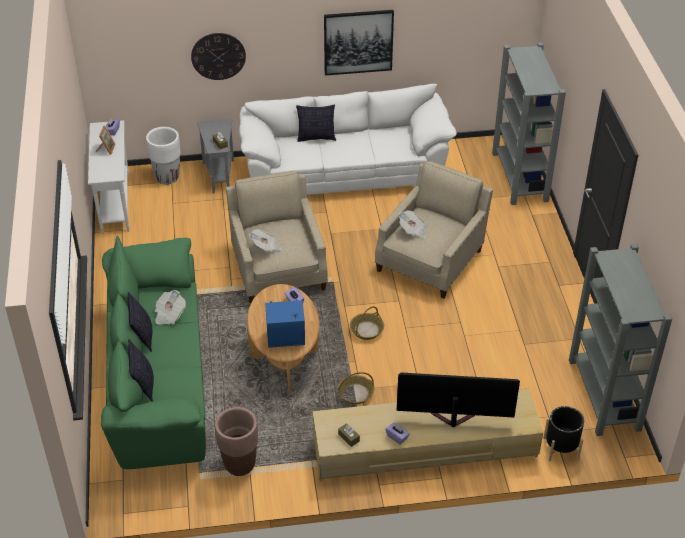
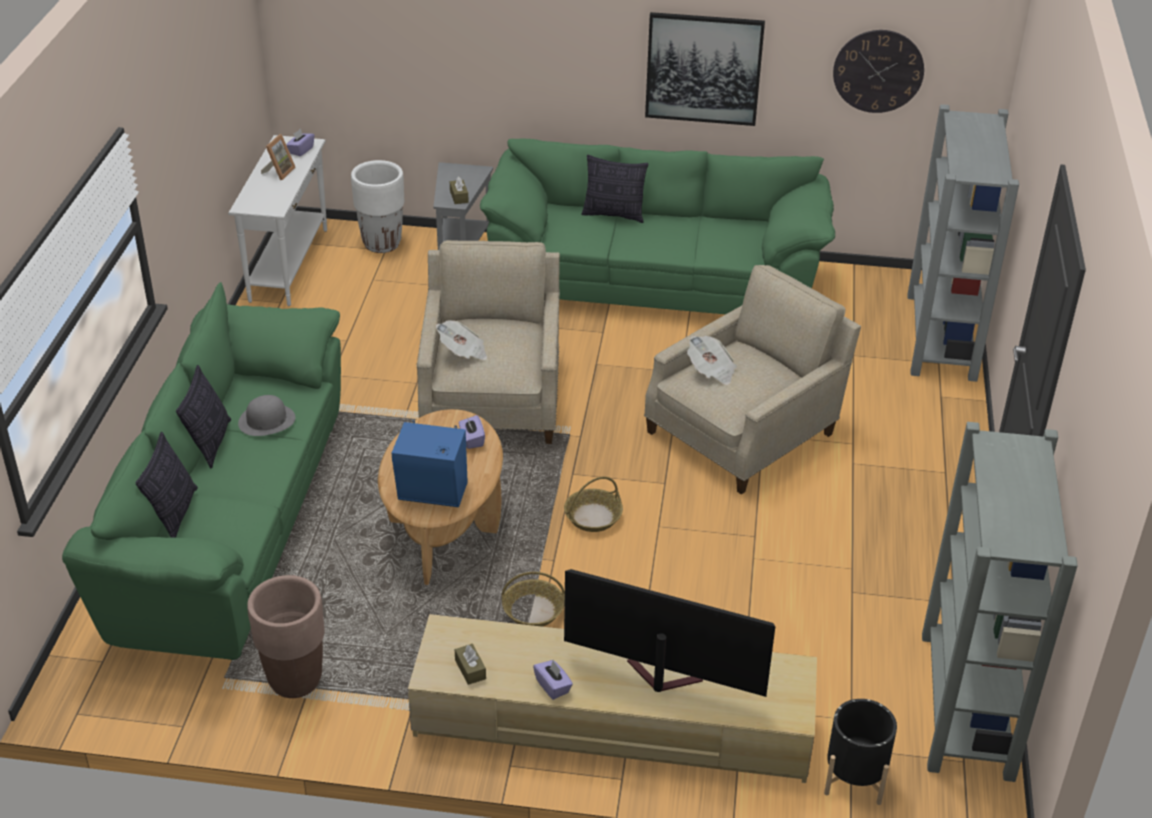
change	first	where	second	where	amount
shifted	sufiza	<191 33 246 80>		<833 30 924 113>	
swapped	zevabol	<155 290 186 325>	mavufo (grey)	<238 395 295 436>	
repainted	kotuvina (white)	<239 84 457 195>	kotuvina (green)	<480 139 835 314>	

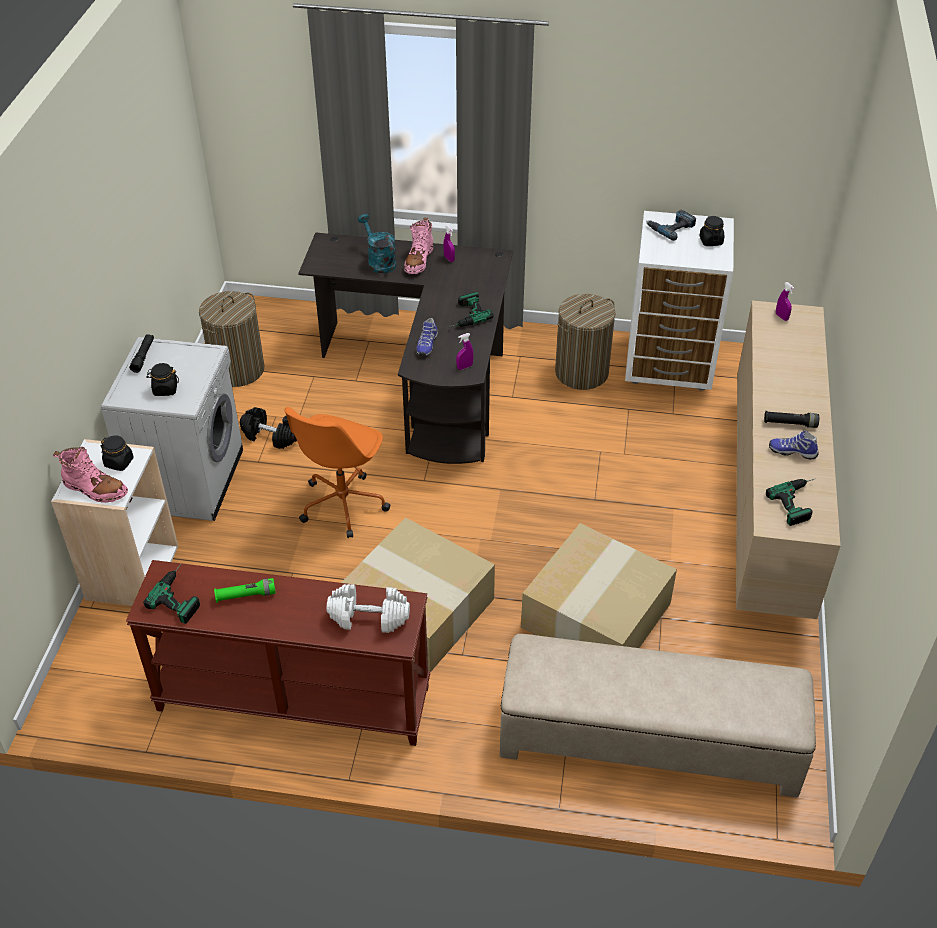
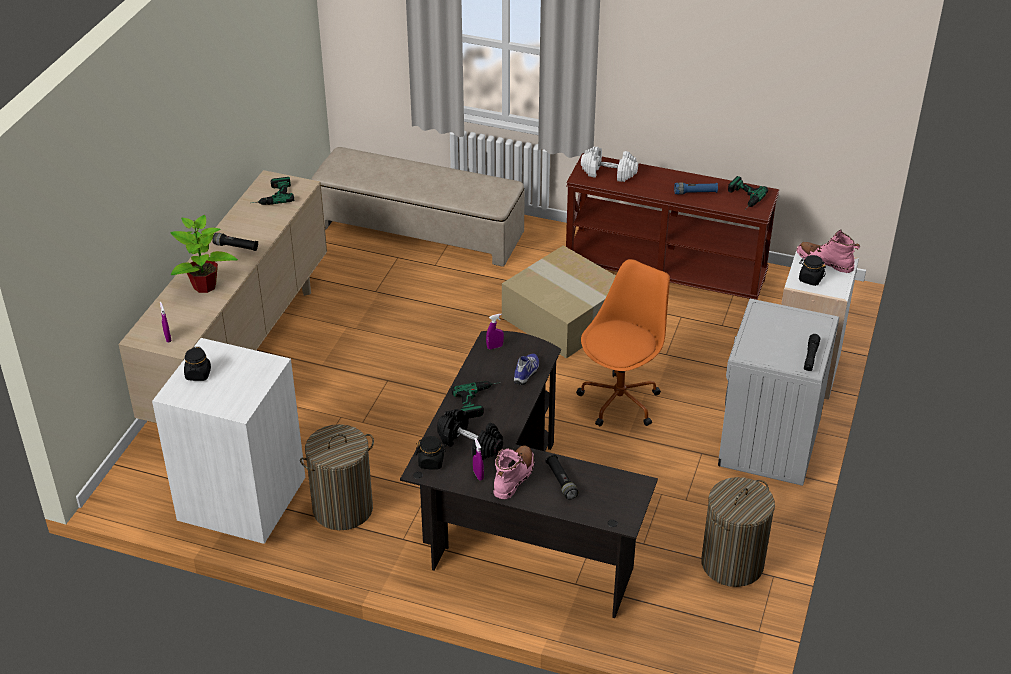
change	first	where	second	where	amount
gone	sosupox	<521 523 677 648>			
gone	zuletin	<646 210 696 241>			
gone	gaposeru	<769 431 819 459>			
new			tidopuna	<170 215 238 293>	
shifted	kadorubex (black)	<146 363 179 396>		<416 436 447 470>	
shifted	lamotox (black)	<240 407 297 449>		<437 409 503 460>	
swapped	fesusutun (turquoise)	<358 214 397 274>	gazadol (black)	<545 455 578 500>	
repainted	gazadol (green)	<214 578 276 603>	gazadol (blue)	<674 182 718 195>	

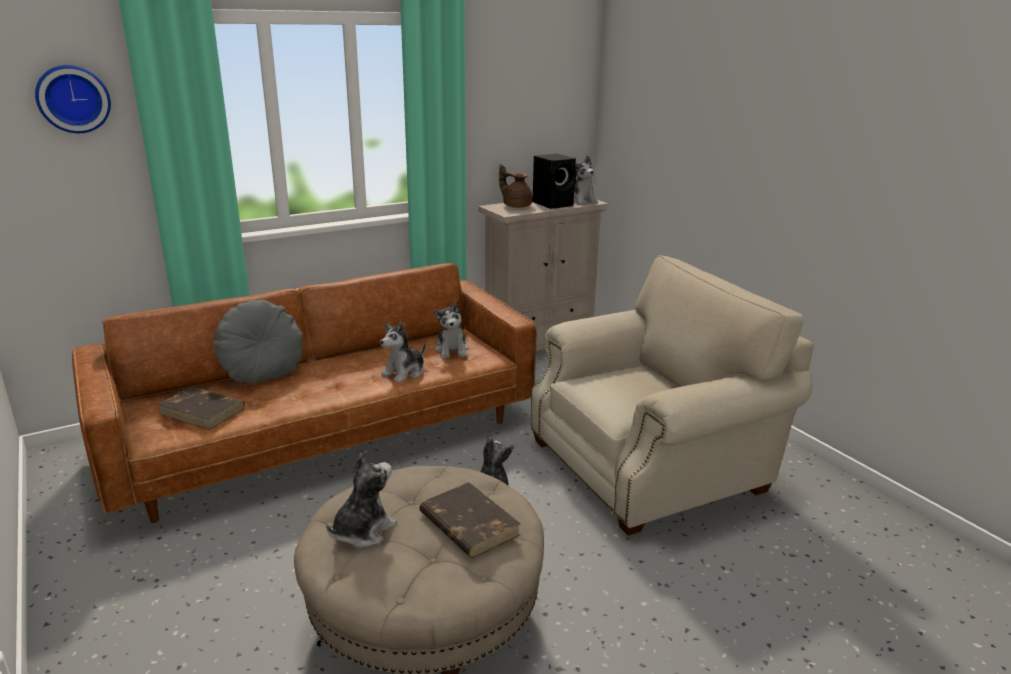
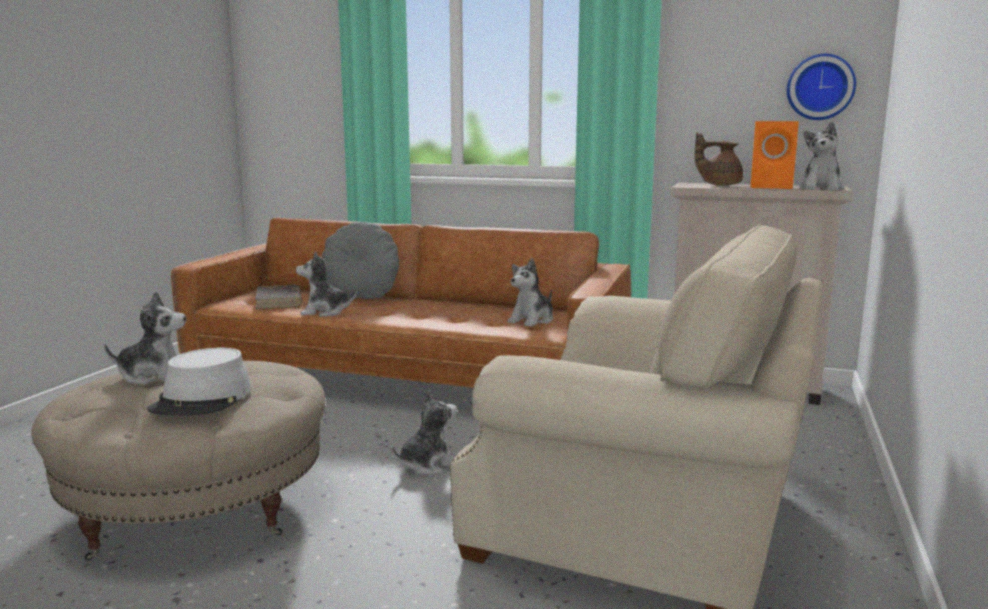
change	first	where	second	where	amount
shifted	sufiza	<35 65 111 133>		<787 54 856 120>	
shifted	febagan	<380 322 426 383>		<296 252 357 317>	
swapped	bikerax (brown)	<419 482 521 558>	mavufo (grey)	<147 347 251 416>	
repainted	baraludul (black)	<533 154 577 209>	baraludul (orange)	<750 121 799 189>	
rotated	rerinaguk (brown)	<499 164 533 208>		<695 132 743 185>	60 degrees counterclockwise

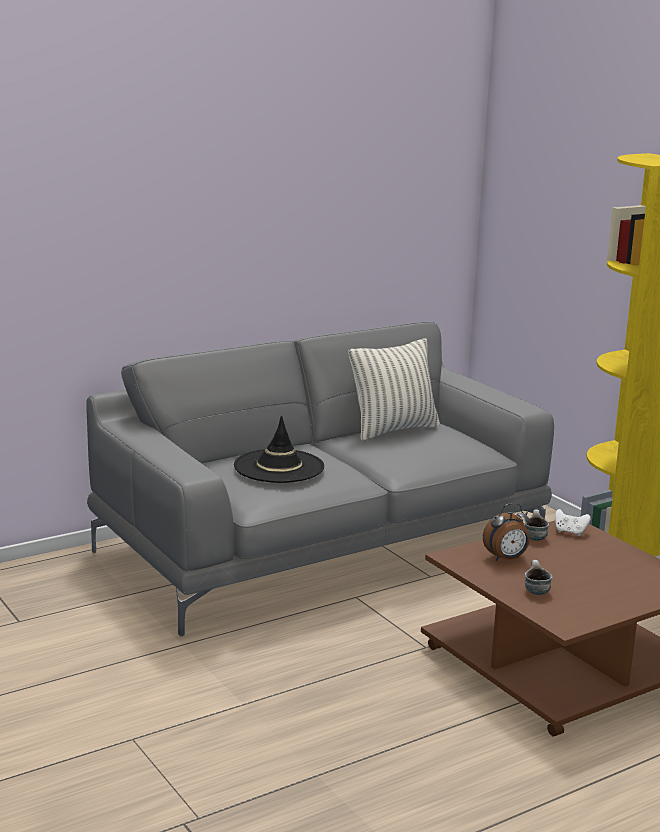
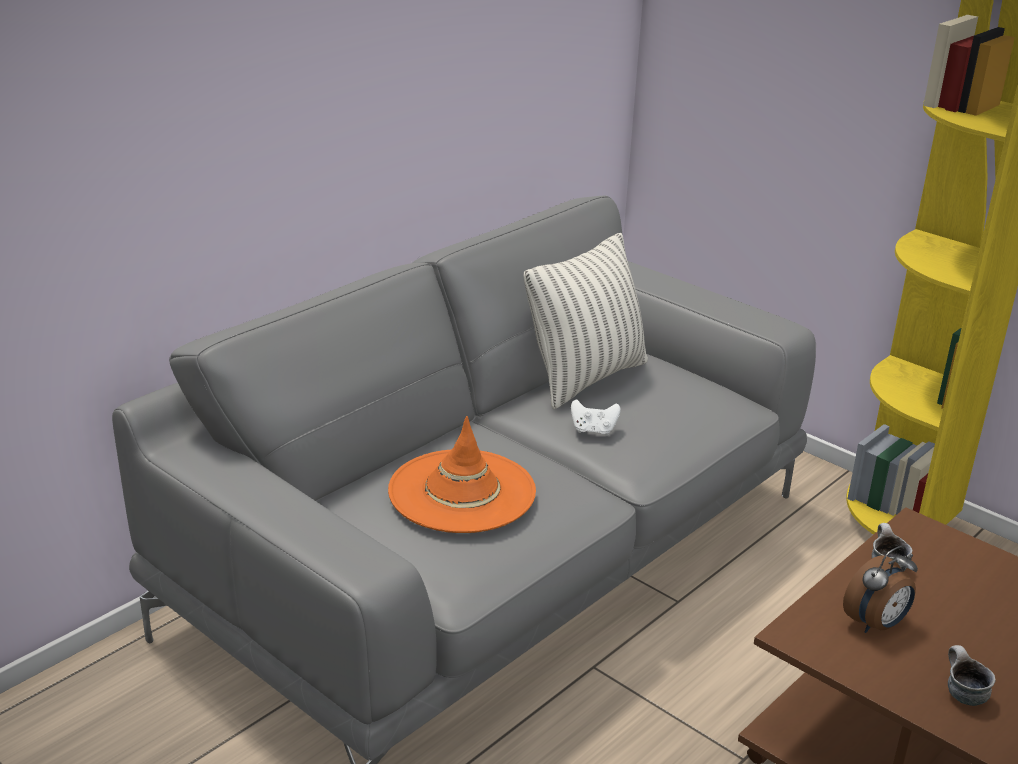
change	first	where	second	where	amount
shifted	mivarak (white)	<555 509 591 536>		<571 400 621 436>	
repainted	mavufo (black)	<234 416 324 483>	mavufo (orange)	<388 416 536 533>	

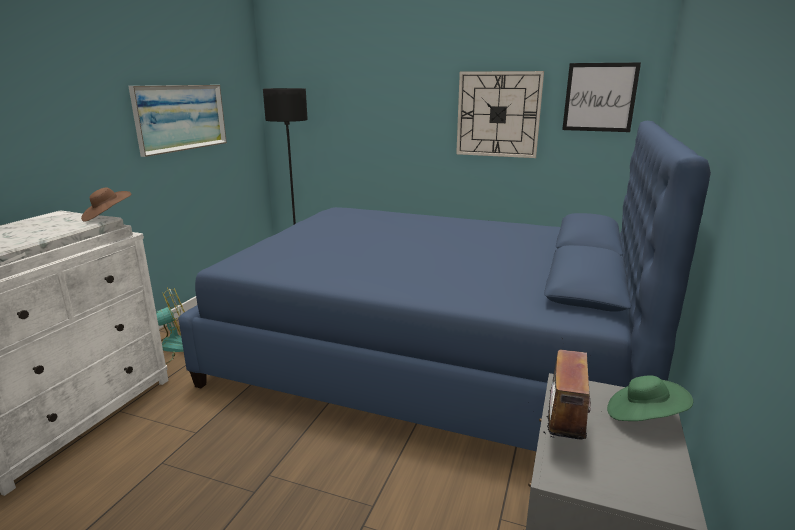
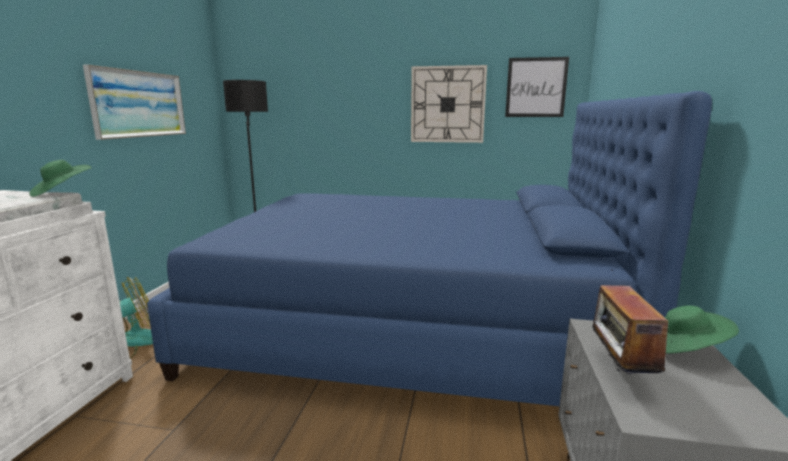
change	first	where	second	where	amount
repainted	mavufo (brown)	<81 188 132 222>	mavufo (green)	<29 160 92 197>	

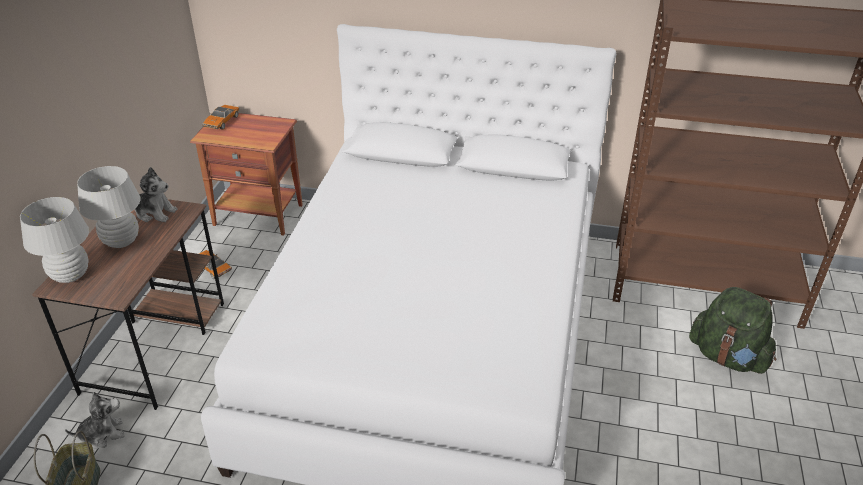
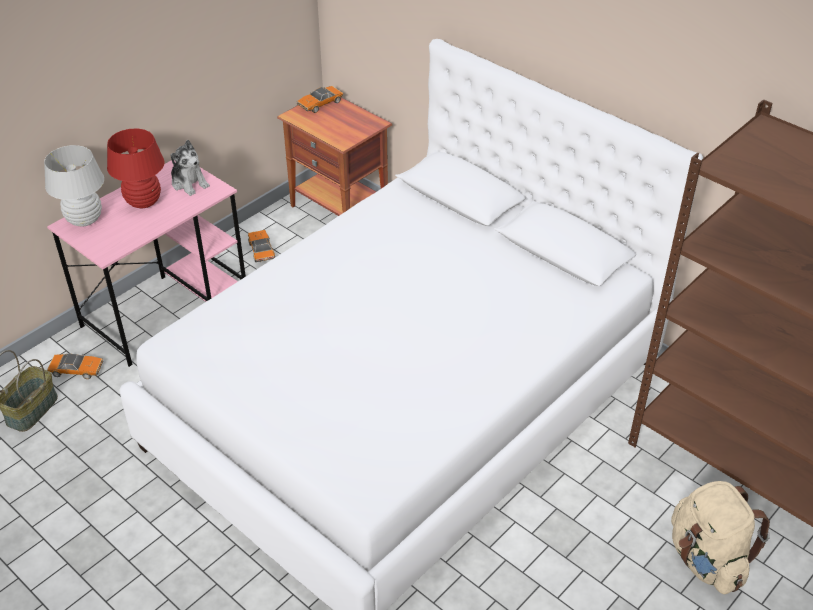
change	first	where	second	where	amount
swapped	febagan	<65 392 125 449>	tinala	<47 354 103 379>	
repainted	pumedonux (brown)	<32 199 224 410>	pumedonux (pink)	<47 159 246 367>	
repainted	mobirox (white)	<77 166 140 248>	mobirox (red)	<107 128 165 208>	
repainted	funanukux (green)	<689 287 776 374>	funanukux (beige)	<671 481 770 594>	

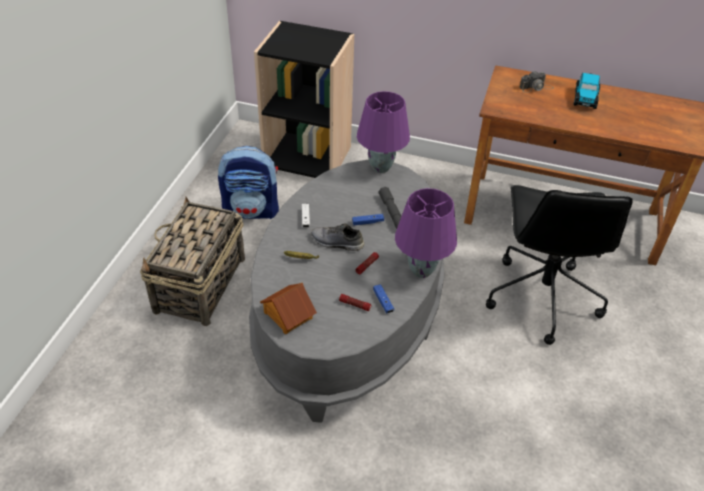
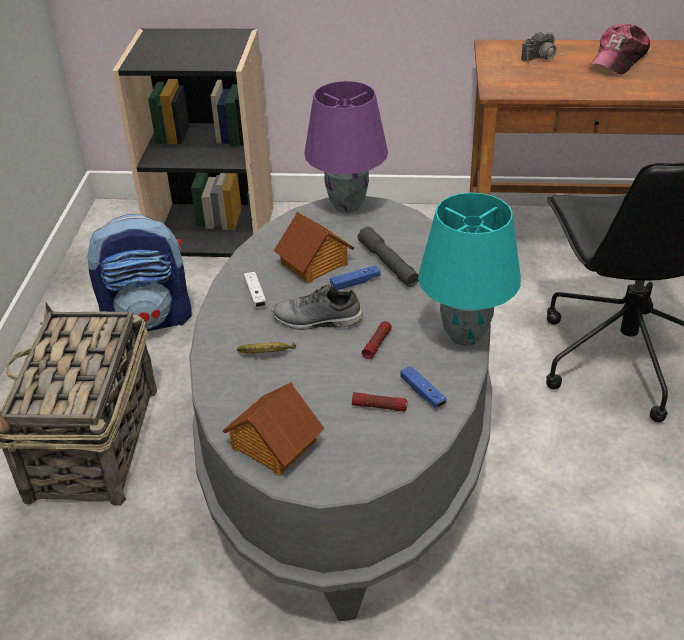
change	first	where	second	where	amount
new			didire	<274 212 354 284>	
swapped	tinala	<573 73 601 109>	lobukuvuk	<589 24 650 74>	
repainted	mobirox (purple)	<395 188 457 278>	mobirox (turquoise)	<418 193 521 346>	

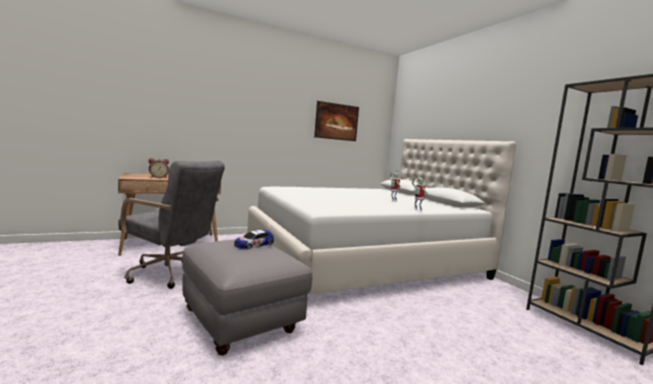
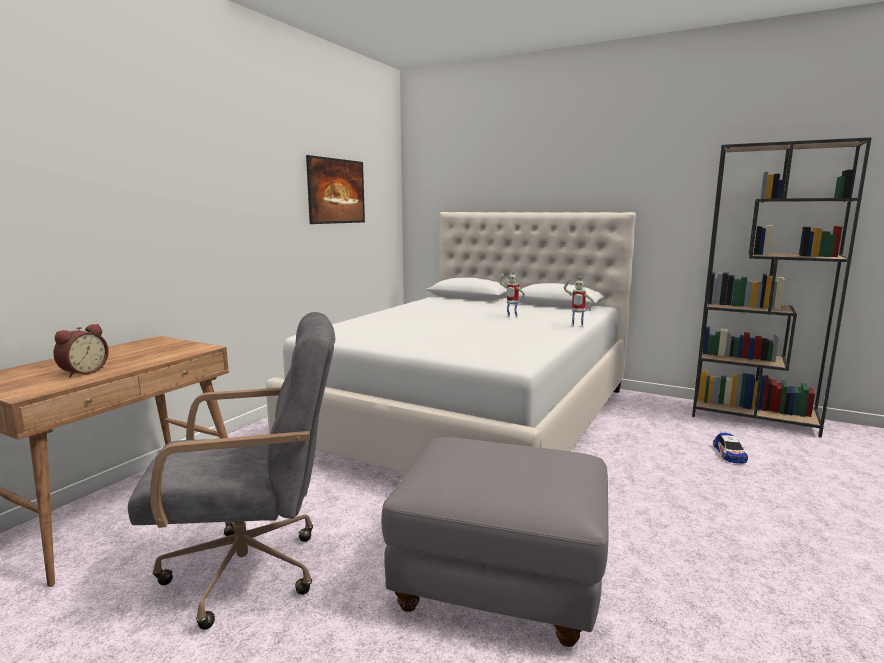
change	first	where	second	where	amount
shifted	tinala	<234 230 274 249>		<713 433 748 463>	

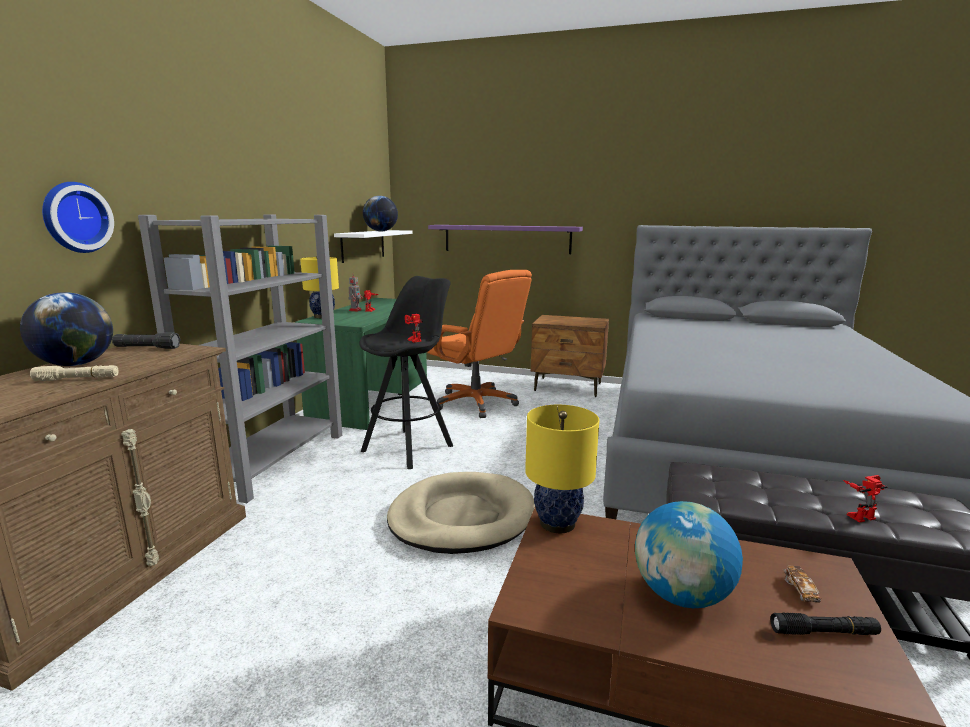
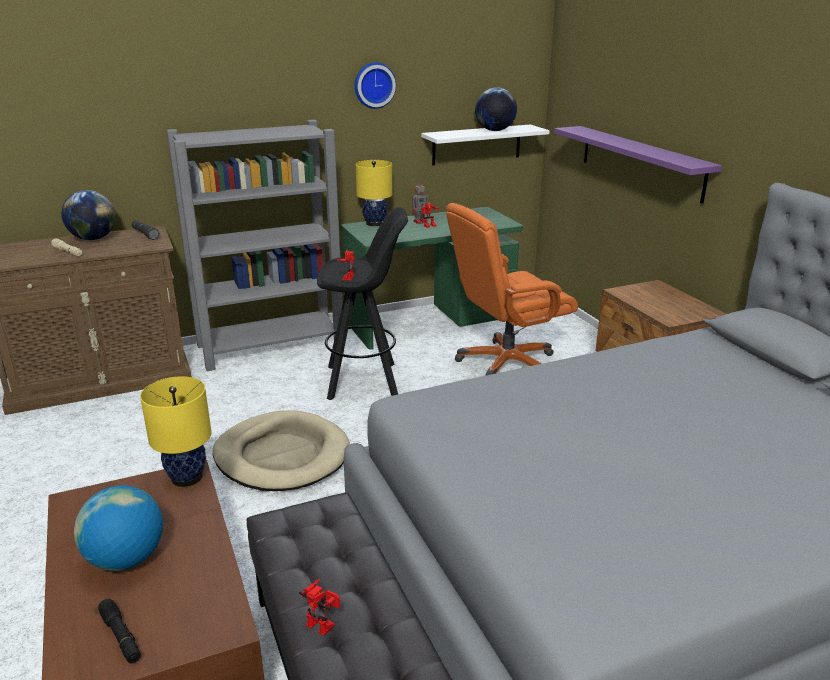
change	first	where	second	where	amount
gone	tinala	<782 565 821 603>			
shifted	sufiza	<42 182 114 253>		<355 62 396 109>	
rotated	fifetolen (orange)	<427 270 532 418>		<446 203 578 376>	60 degrees clockwise

